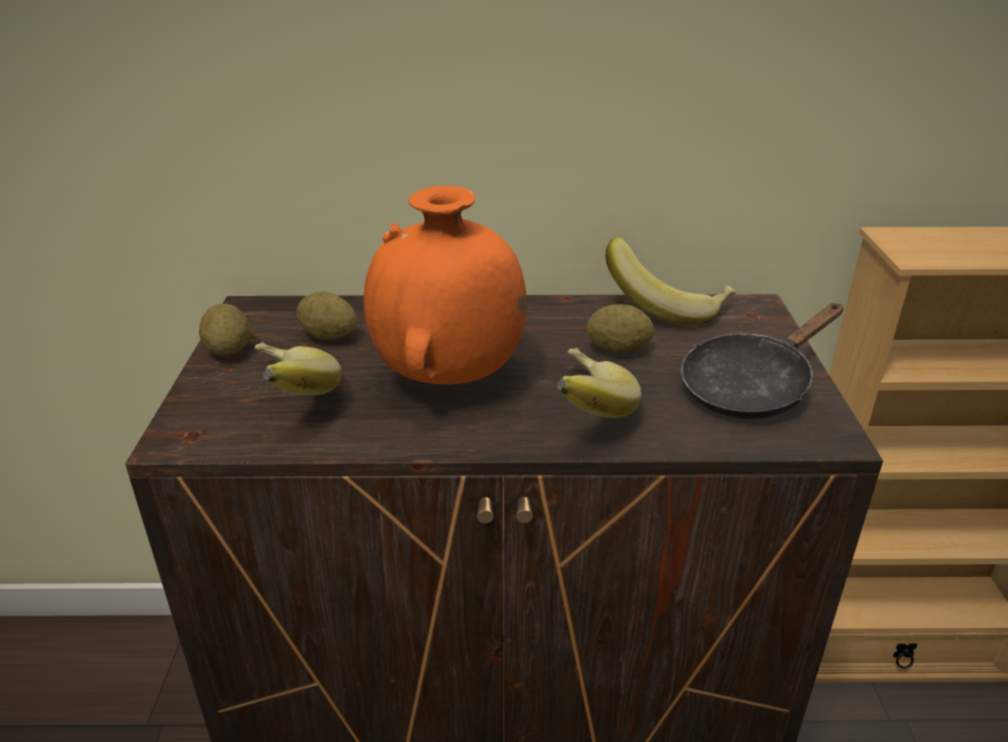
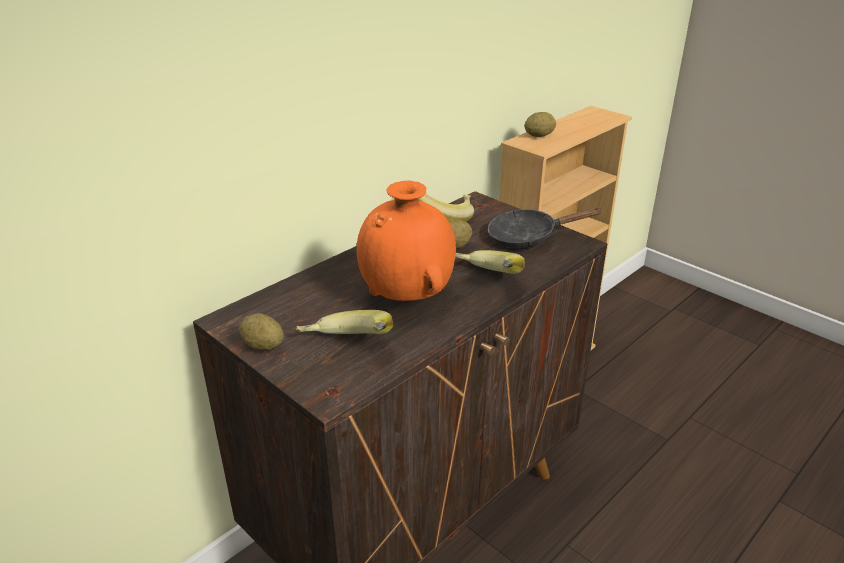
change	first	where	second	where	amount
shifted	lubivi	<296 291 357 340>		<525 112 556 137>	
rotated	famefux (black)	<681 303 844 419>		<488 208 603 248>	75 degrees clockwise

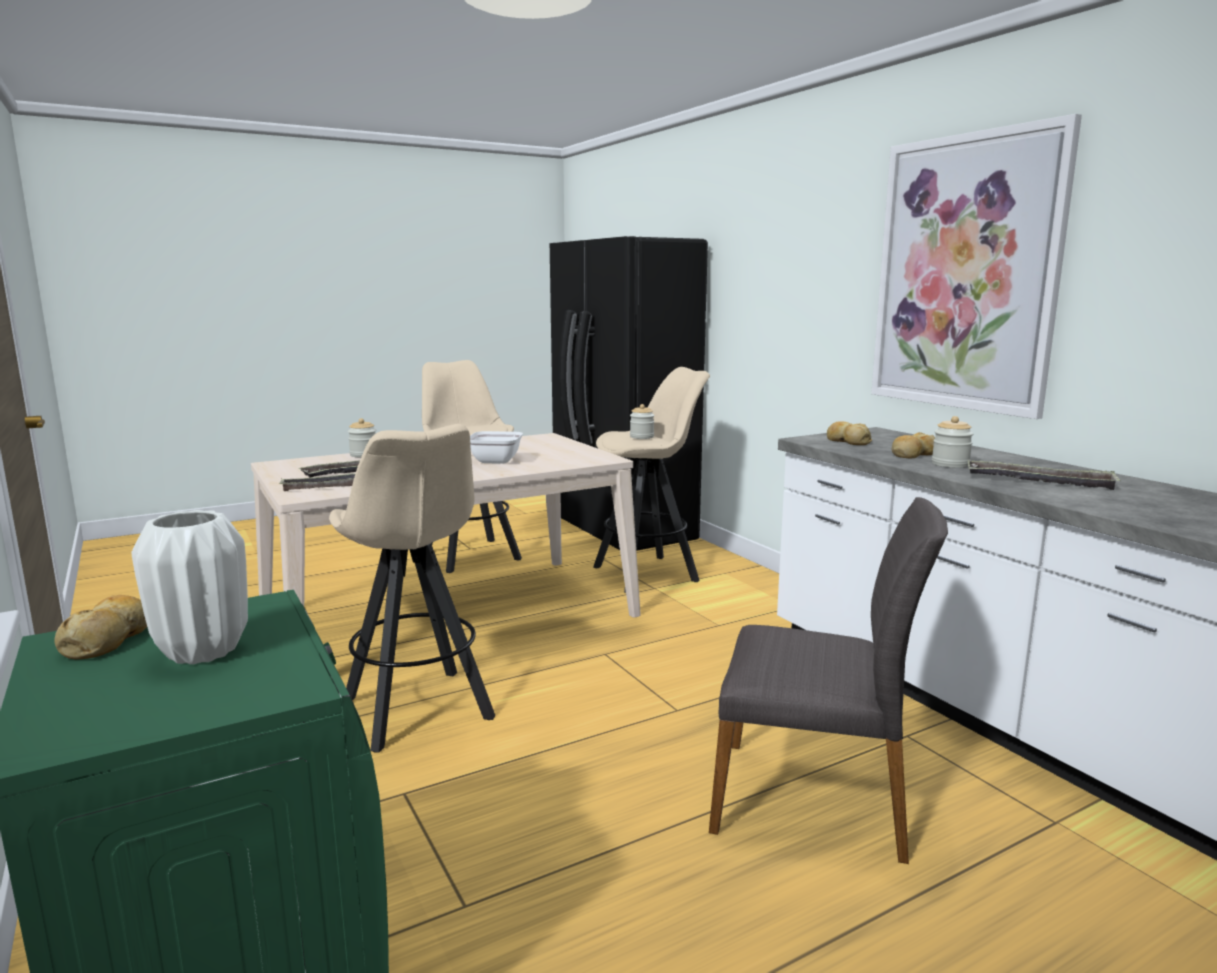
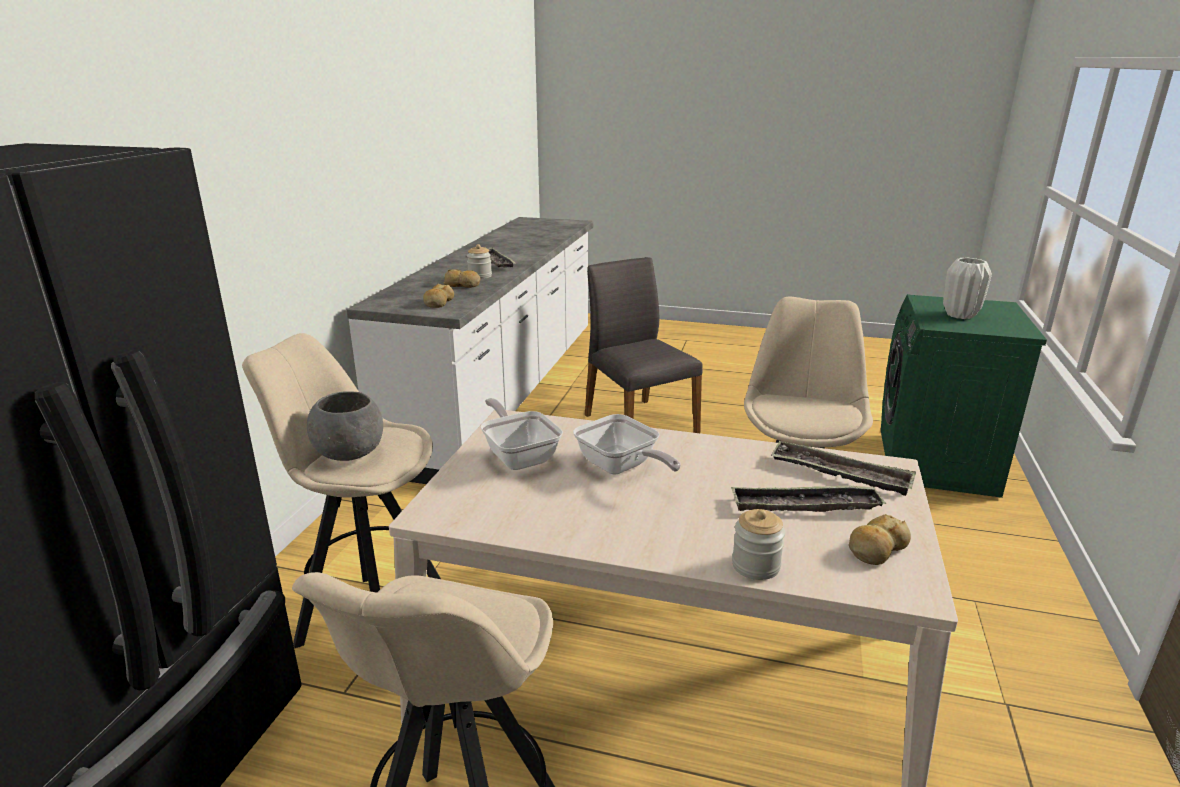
change	first	where	second	where	amount
gone	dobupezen	<871 114 1082 419>			
new			famefux	<480 398 563 470>	
shifted	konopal	<54 595 147 659>		<849 514 911 565>	
swapped	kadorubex	<630 404 655 439>	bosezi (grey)	<307 391 383 461>	

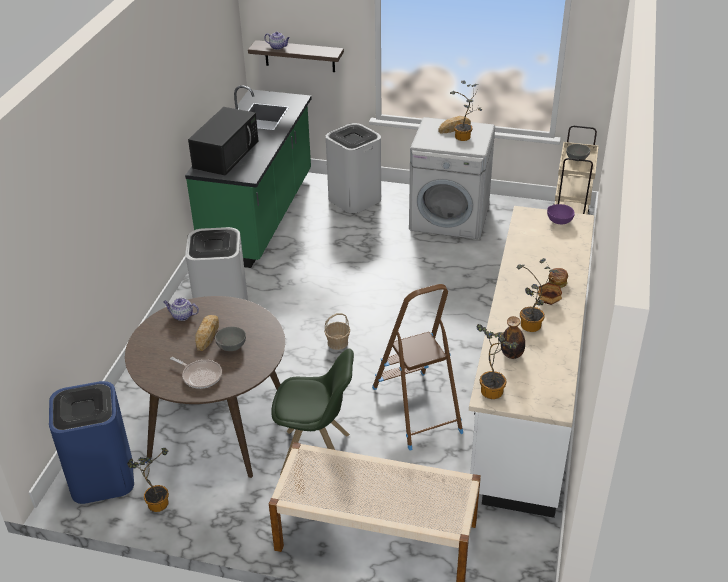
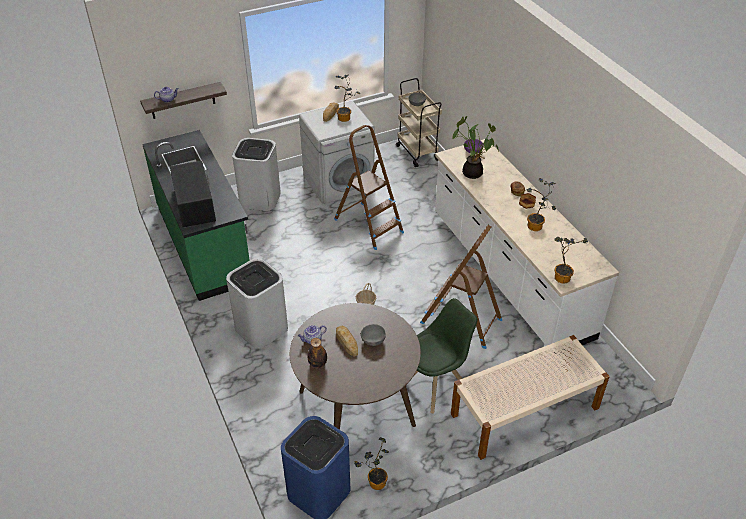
change	first	where	second	where	amount
gone	famefux	<170 357 222 389>			
new			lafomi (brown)	<334 125 404 250>	
new			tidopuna	<452 116 499 179>	
shifted	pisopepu	<501 316 525 359>		<307 338 327 368>	

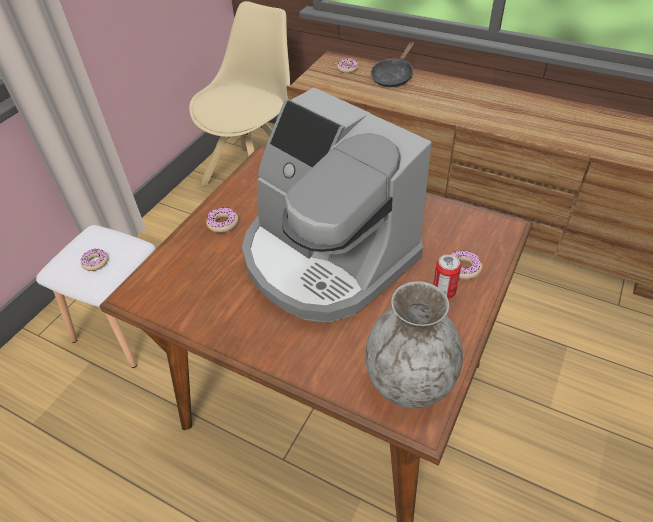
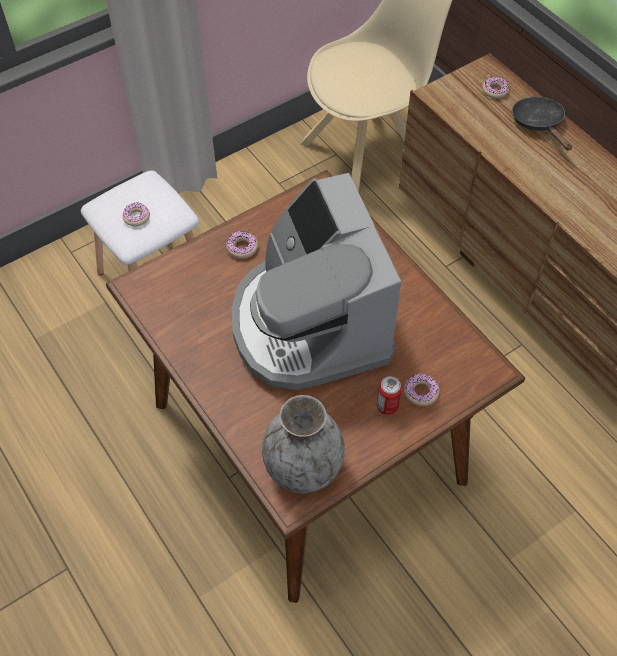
change	first	where	second	where	amount
rotated	famefux (black)	<371 42 414 87>		<512 97 572 151>	105 degrees clockwise

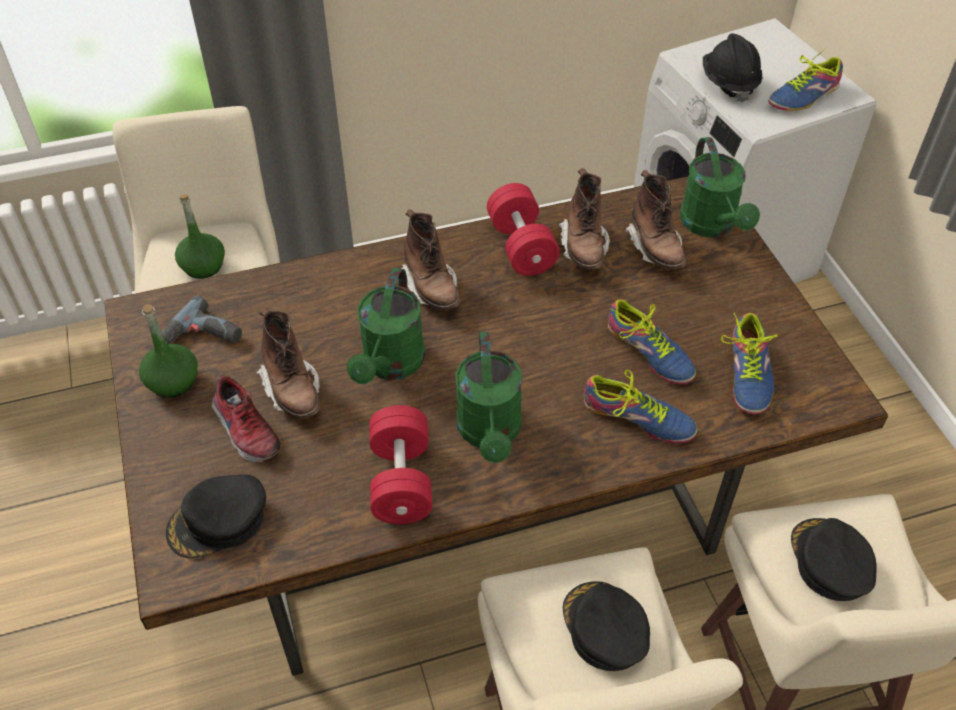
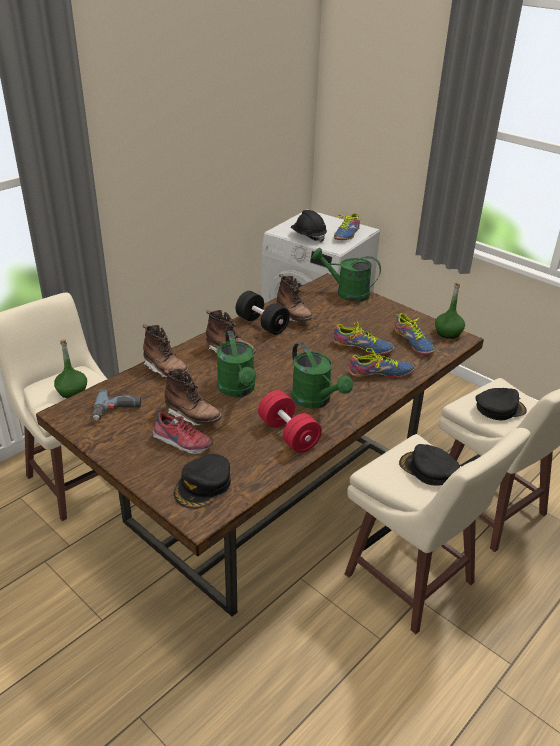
change	first	where	second	where	amount
shifted	pisopepu (green)	<139 304 198 398>		<435 282 465 339>	
shifted	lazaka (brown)	<625 170 686 269>		<143 324 189 377>	
repainted	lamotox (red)	<487 183 560 276>	lamotox (black)	<236 291 290 335>	
rotated	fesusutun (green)	<680 137 760 238>		<312 248 381 302>	150 degrees clockwise
rotated	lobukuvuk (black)	<791 518 877 601>		<476 388 527 420>	120 degrees clockwise

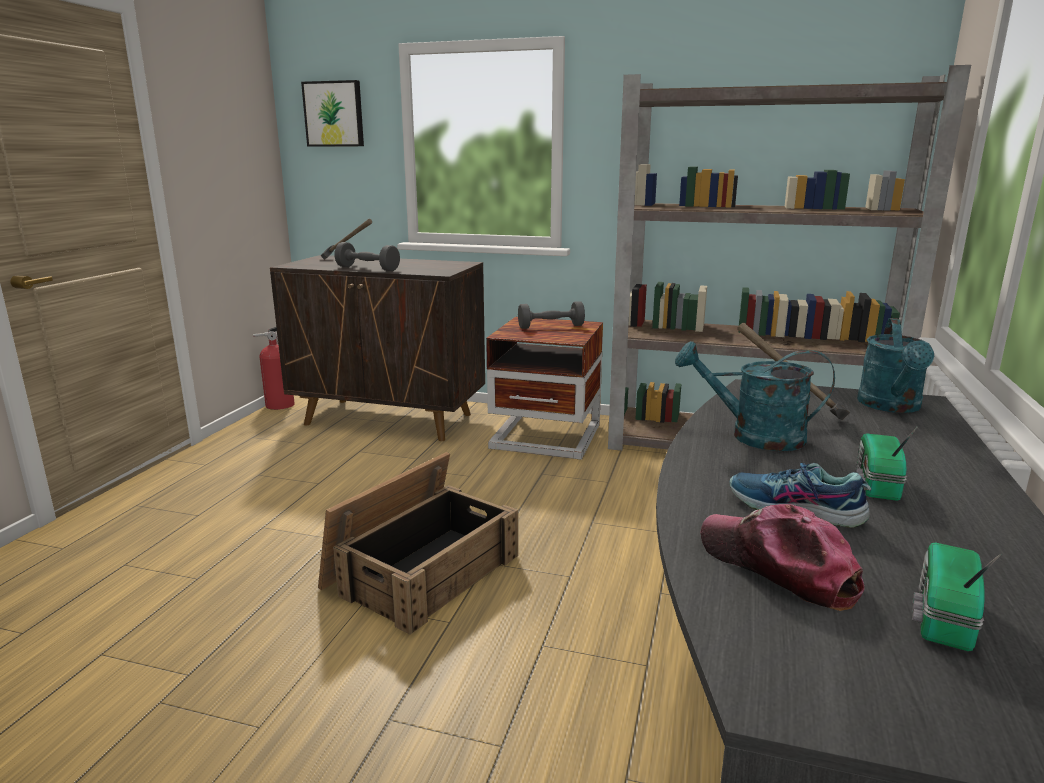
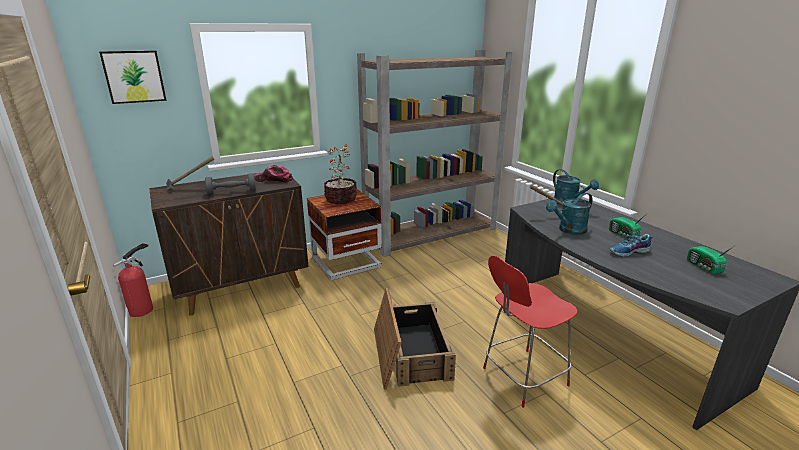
change	first	where	second	where	amount
new			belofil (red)	<483 256 578 408>	
shifted	lobukuvuk	<700 504 865 611>		<254 165 293 182>	
swapped	lamotox (grey)	<518 301 585 329>	tidopuna	<324 144 357 204>	

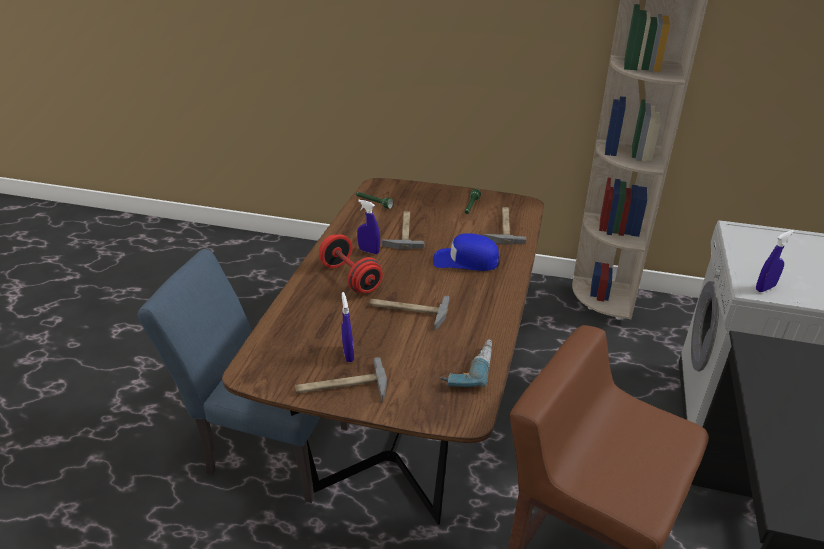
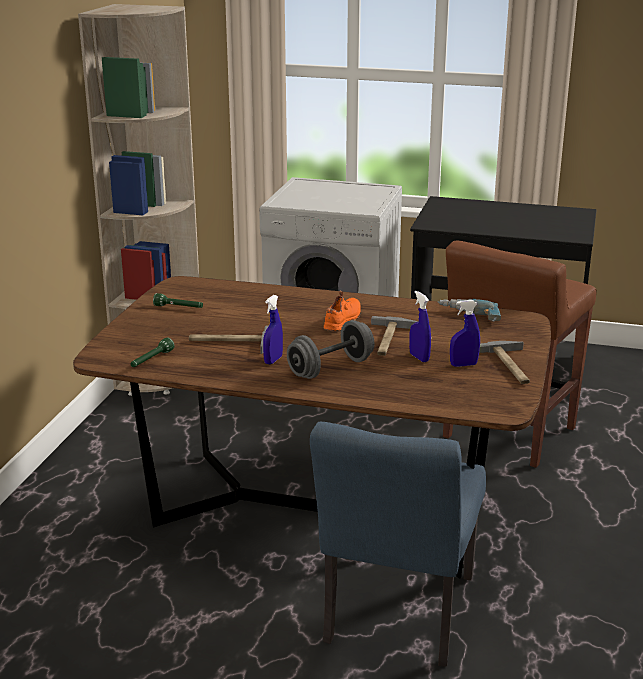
change	first	where	second	where	amount
gone	lobukuvuk (blue)	<433 233 500 271>			
gone	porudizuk	<484 207 526 244>			
new			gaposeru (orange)	<324 290 361 332>	
shifted	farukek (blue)	<756 230 794 292>		<409 291 431 362>	
repainted	lamotox (red)	<319 234 383 293>	lamotox (grey)	<287 320 374 379>	

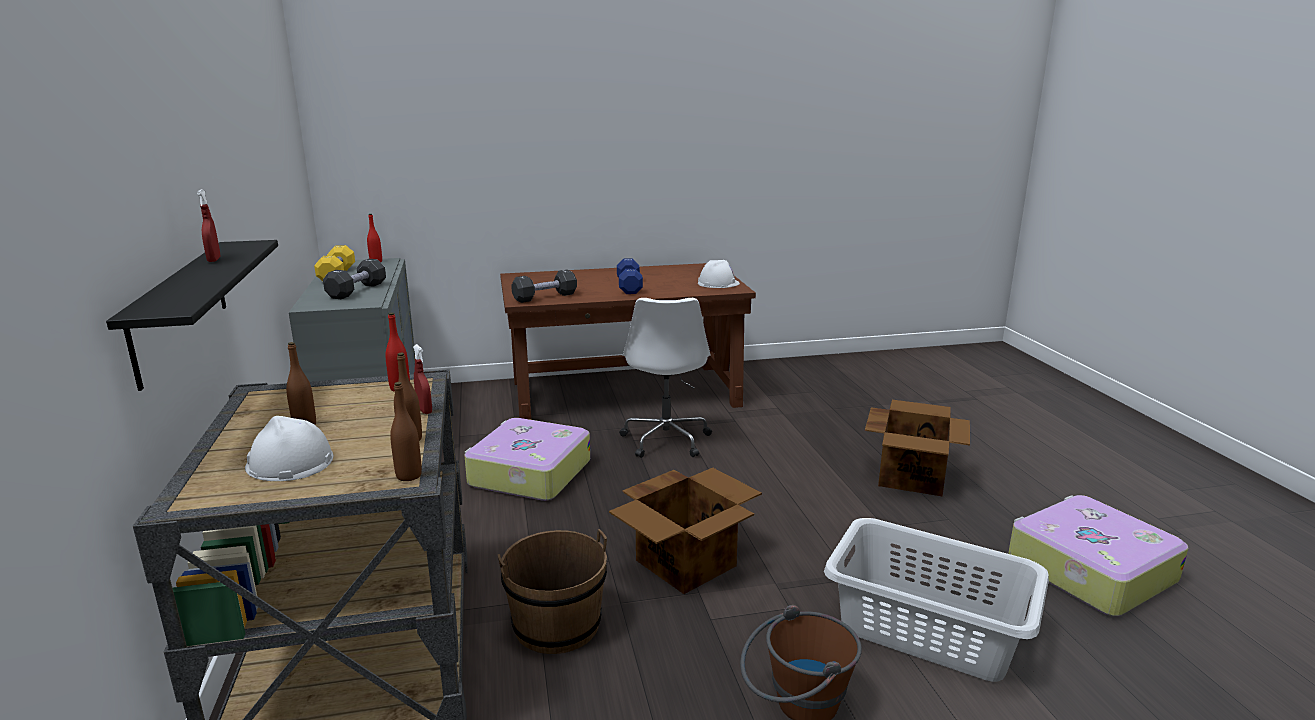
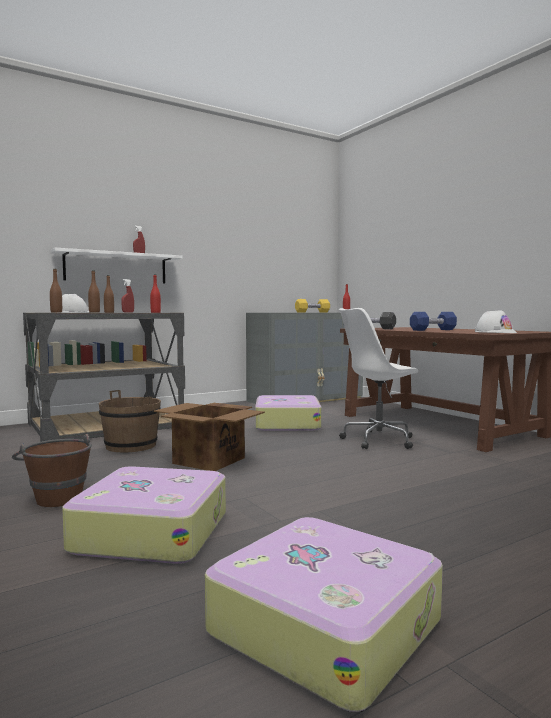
change	first	where	second	where	amount
gone	lamotox (black)	<323 259 386 299>			
gone	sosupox	<865 400 970 497>			
swapped	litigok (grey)	<824 518 1049 682>	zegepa	<62 466 226 564>	
repainted	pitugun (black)	<106 240 278 391>	pitugun (white)	<51 248 183 284>	

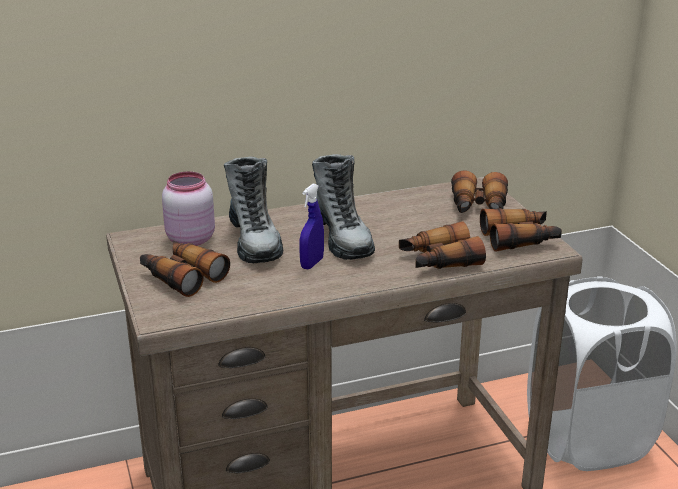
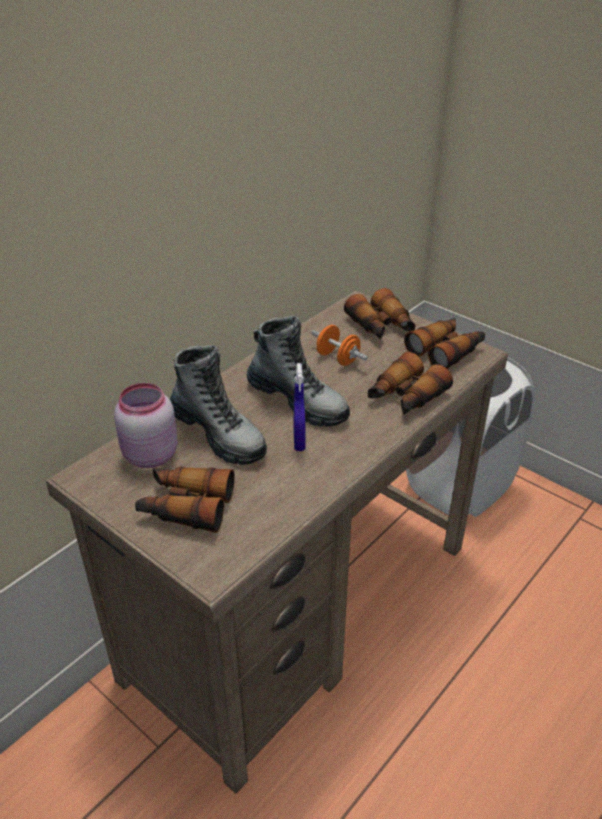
change	first	where	second	where	amount
new			lamotox (orange)	<311 325 368 366>	

